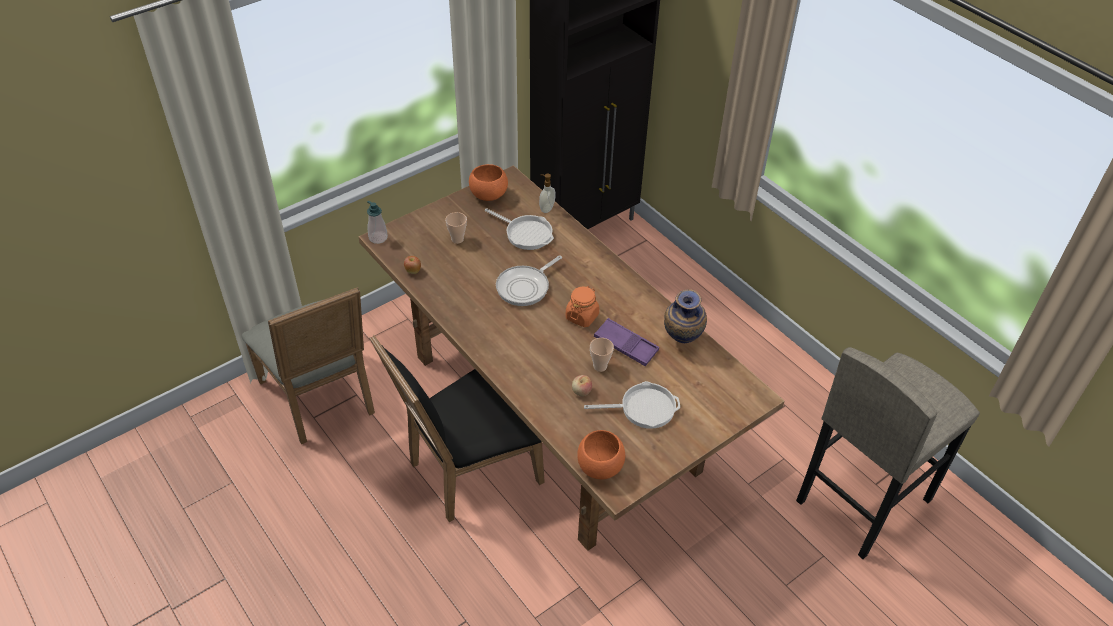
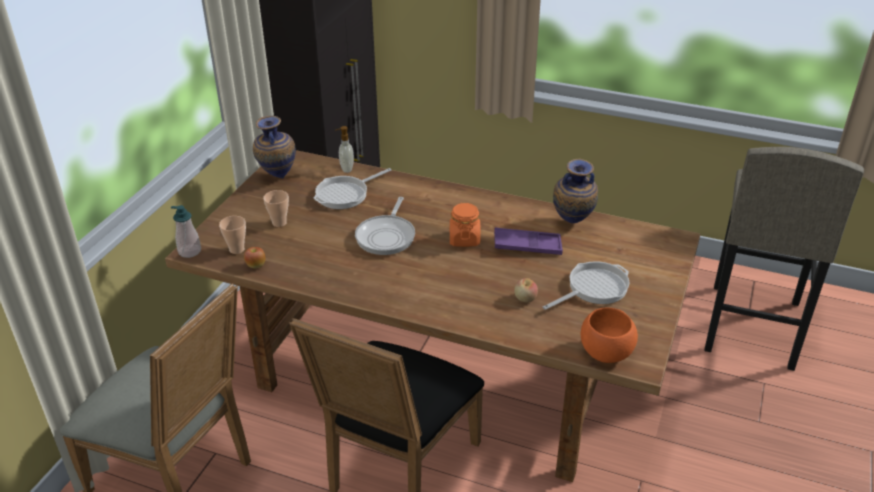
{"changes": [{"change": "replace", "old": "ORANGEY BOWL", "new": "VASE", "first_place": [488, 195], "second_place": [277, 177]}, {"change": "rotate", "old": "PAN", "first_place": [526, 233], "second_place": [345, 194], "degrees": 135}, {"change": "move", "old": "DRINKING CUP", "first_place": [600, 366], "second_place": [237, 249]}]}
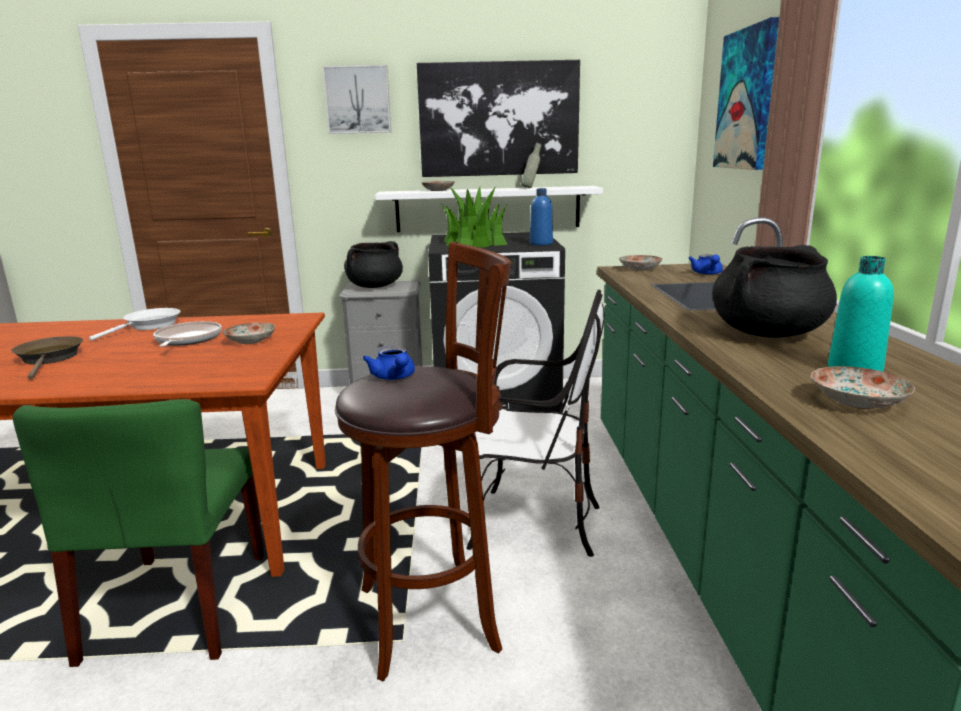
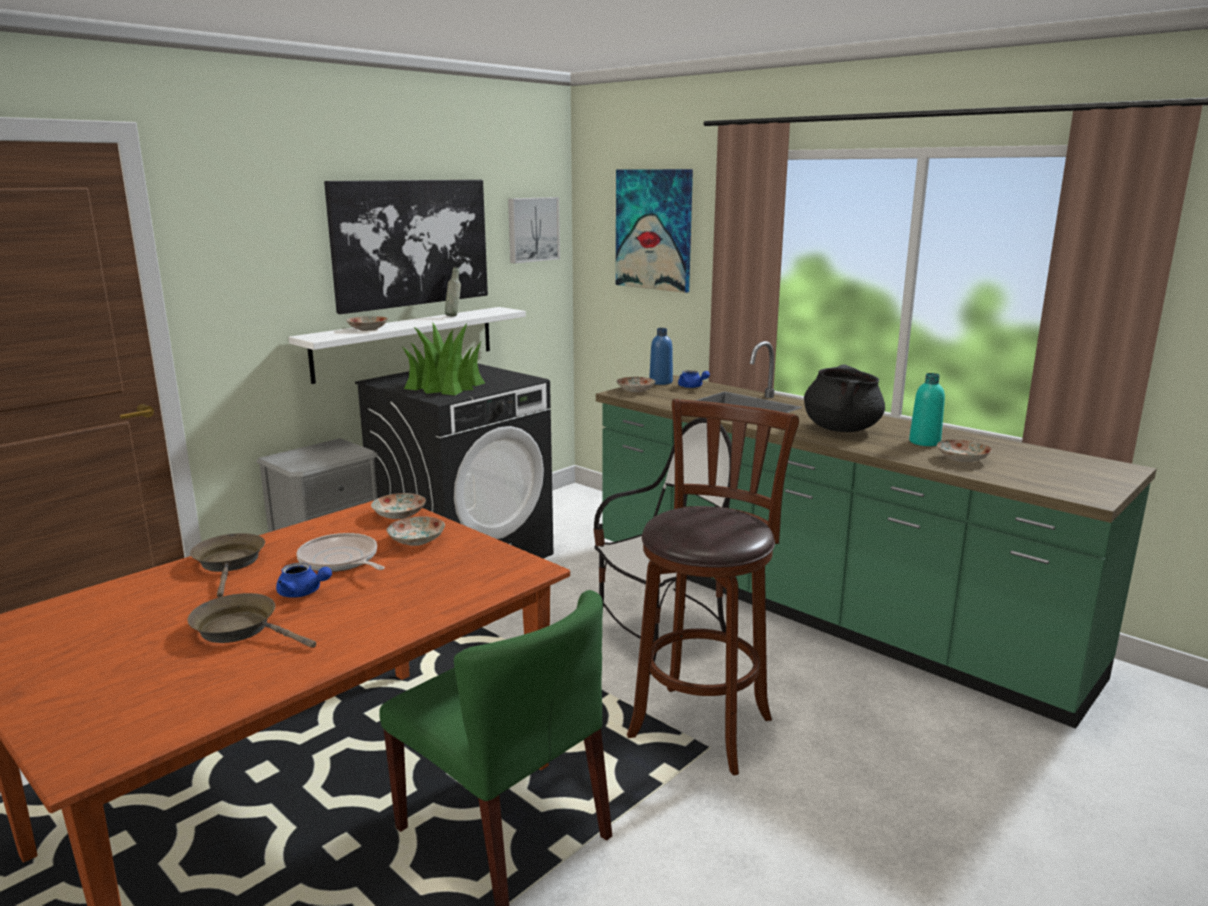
{"changes": [{"change": "move", "old": "PICTURE", "first_place": [358, 100], "second_place": [532, 229]}, {"change": "move", "old": "BLUISH DRINK BOTTLE", "first_place": [541, 244], "second_place": [660, 382]}, {"change": "delete", "old": "BLACK STOCKPOT", "first_place": [375, 286]}, {"change": "recolor", "old": "WHITISH PAN", "new": "BROWNISH PAN", "first_place": [149, 326], "second_place": [230, 563]}, {"change": "move", "old": "BLUISH POT FOR TEA", "first_place": [394, 377], "second_place": [303, 593]}, {"change": "insert", "new": "DINNER PLATE", "second_place": [399, 515]}]}
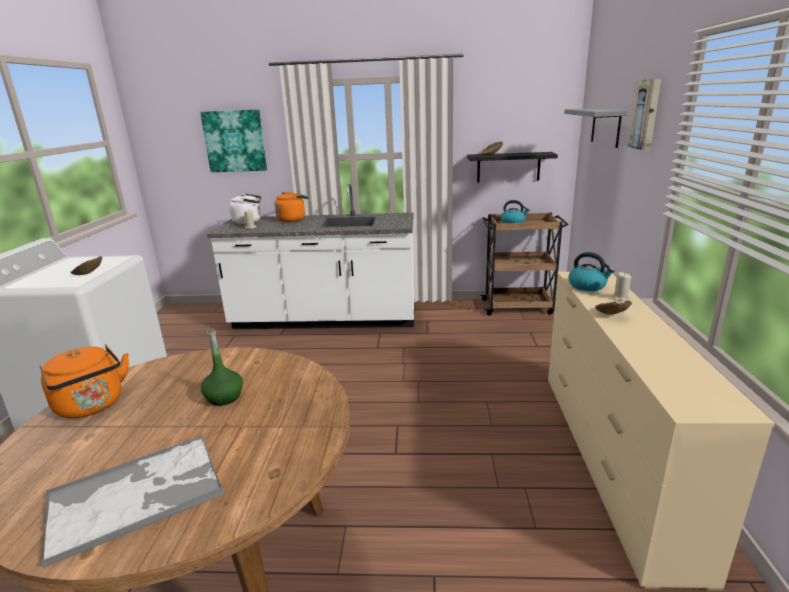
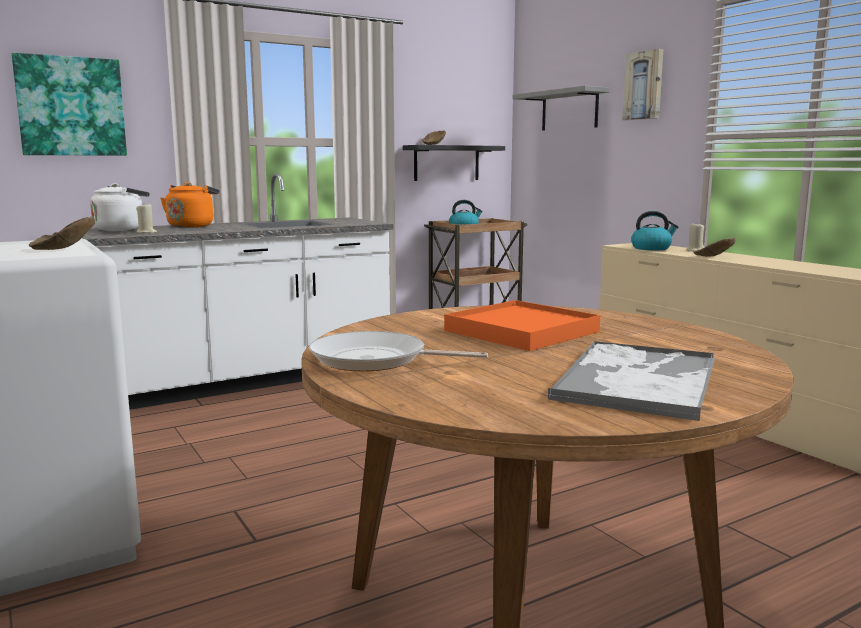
{"changes": [{"change": "replace", "old": "GREEN DRINK BOTTLE", "new": "ORANGEY CARRYING TRAY", "first_place": [224, 397], "second_place": [521, 331]}, {"change": "replace", "old": "ORANGEY WATER KETTLE", "new": "PAN", "first_place": [92, 406], "second_place": [375, 360]}]}
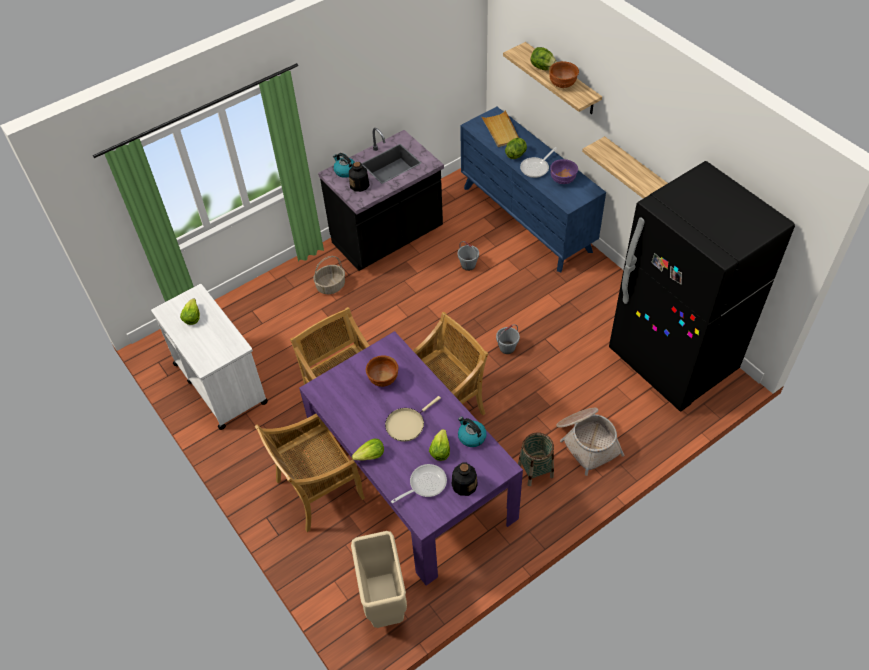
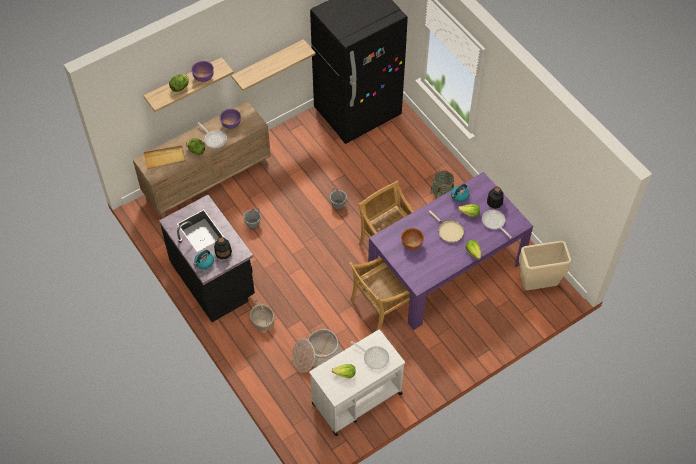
{"changes": [{"change": "recolor", "old": "BROWNISH BOWL", "new": "PURPLE BOWL", "first_place": [562, 85], "second_place": [204, 77]}, {"change": "recolor", "old": "BLUISH CHEST OF DRAWERS", "new": "BROWNISH CHEST OF DRAWERS", "first_place": [527, 219], "second_place": [208, 182]}, {"change": "move", "old": "HOUSEHOLD BASKET", "first_place": [587, 442], "second_place": [317, 355]}, {"change": "delete", "old": "SAND-COLOURED CHAIR", "first_place": [318, 490]}, {"change": "insert", "new": "PAN", "second_place": [374, 357]}]}
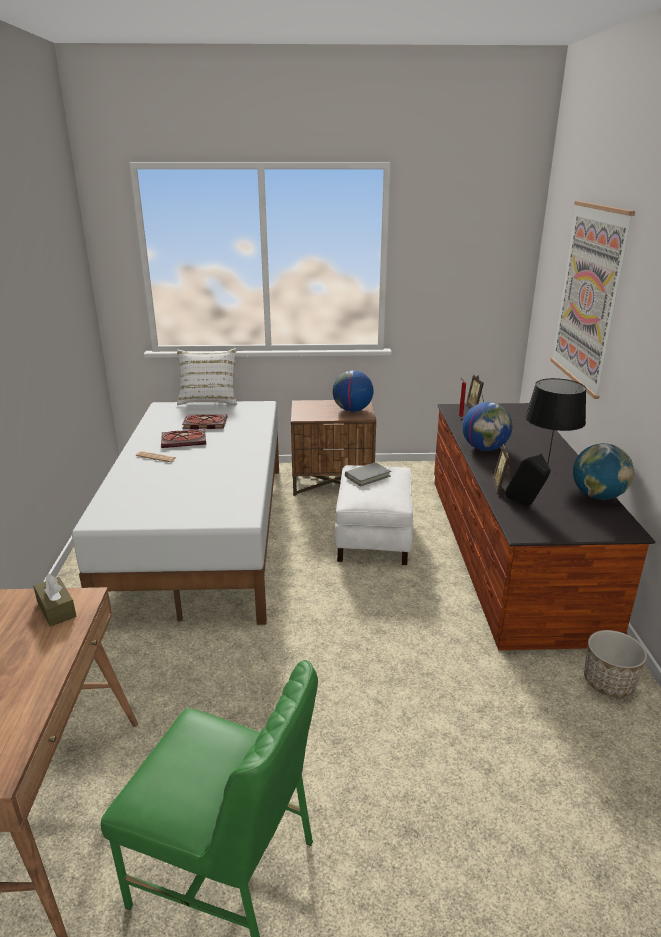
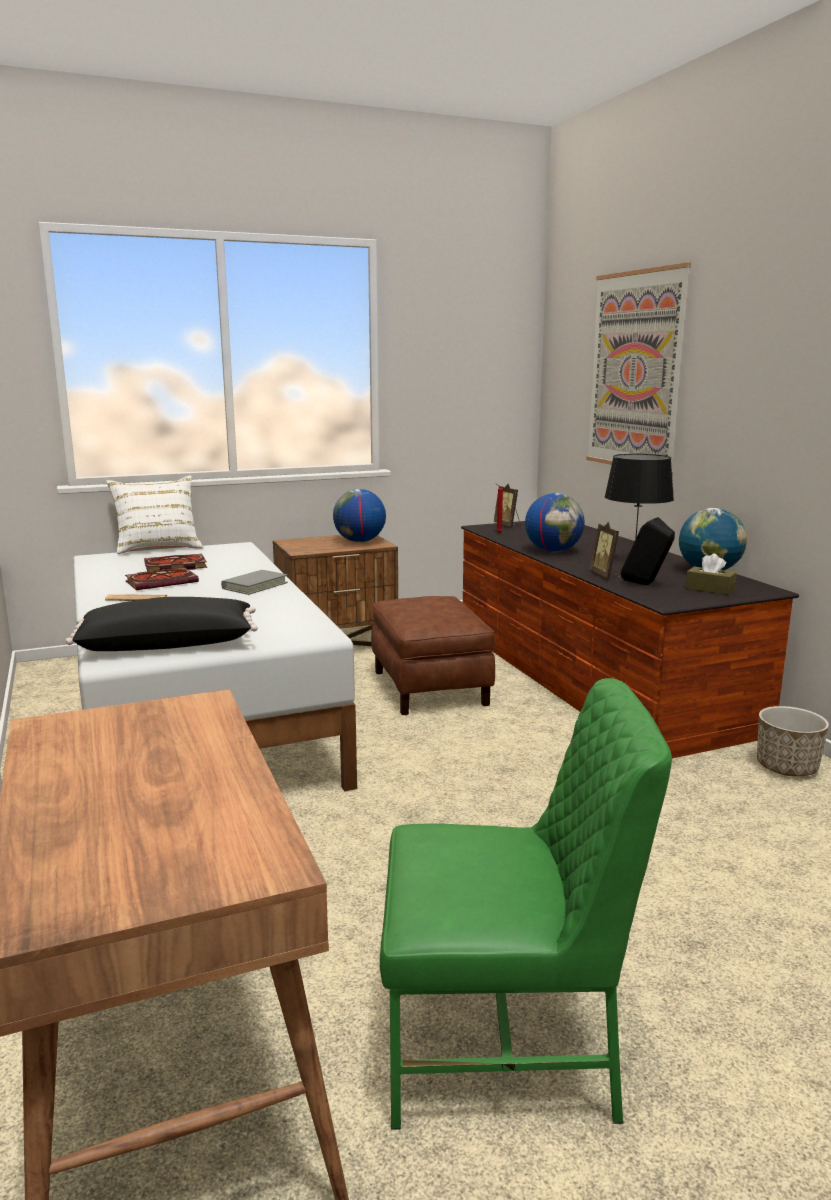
{"changes": [{"change": "move", "old": "GRAY BOUND BOOK", "first_place": [367, 476], "second_place": [255, 585]}, {"change": "recolor", "old": "WHITISH FOOTREST", "new": "BROWNISH FOOTREST", "first_place": [374, 538], "second_place": [430, 688]}, {"change": "move", "old": "BROWNISH TISSUE BOX", "first_place": [56, 609], "second_place": [709, 589]}, {"change": "insert", "new": "BLACK THROW PILLOW", "second_place": [168, 644]}]}
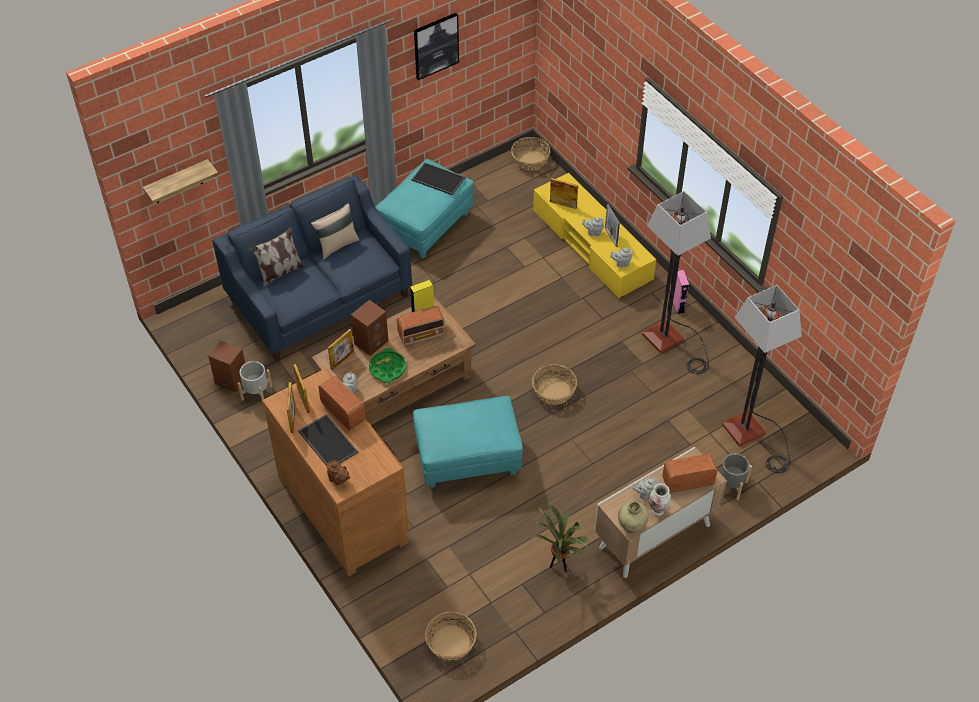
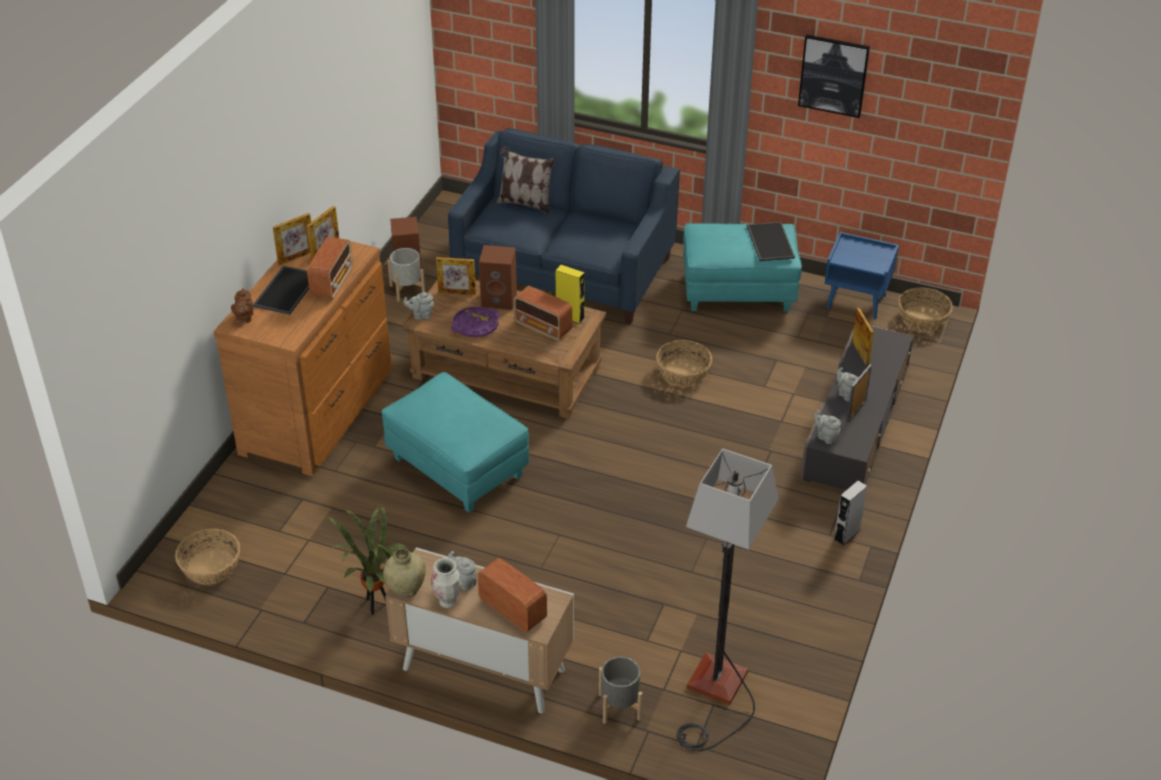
{"changes": [{"change": "delete", "old": "BRACKET SHELF", "first_place": [177, 182]}, {"change": "recolor", "old": "YELLOW TV UNIT", "new": "GRAY TV UNIT", "first_place": [592, 245], "second_place": [855, 422]}, {"change": "delete", "old": "STANDING LAMP", "first_place": [672, 342]}, {"change": "delete", "old": "SAND-COLOURED THROW PILLOW", "first_place": [337, 245]}, {"change": "recolor", "old": "PINK SPEAKER", "new": "GRAY SPEAKER", "first_place": [678, 306], "second_place": [846, 534]}, {"change": "recolor", "old": "GREEN CARRYING TRAY", "new": "PURPLE CARRYING TRAY", "first_place": [387, 368], "second_place": [475, 326]}, {"change": "move", "old": "HOUSEHOLD BASKET", "first_place": [554, 391], "second_place": [683, 373]}, {"change": "insert", "new": "BLUISH NIGHT TABLE", "second_place": [857, 301]}]}
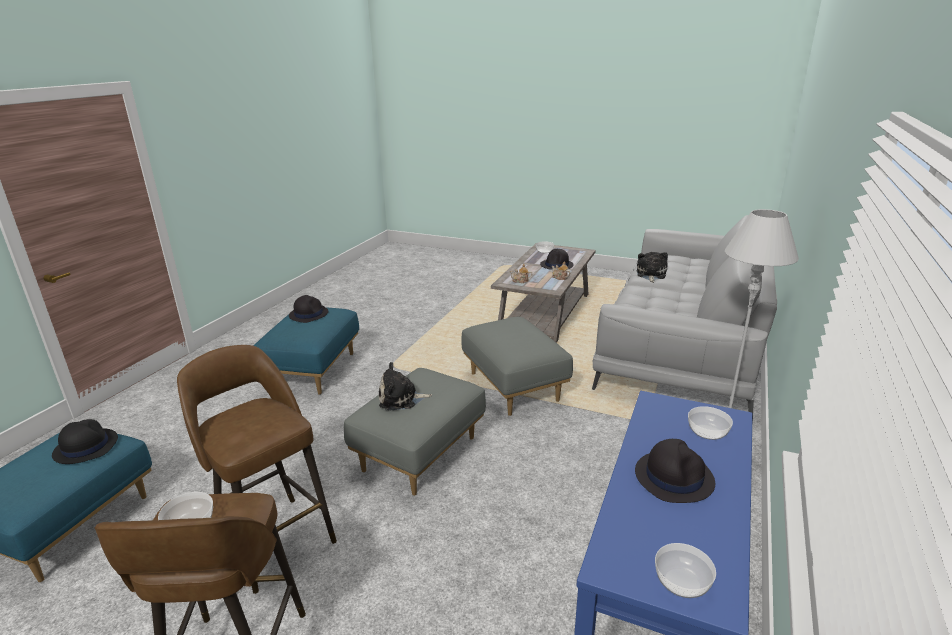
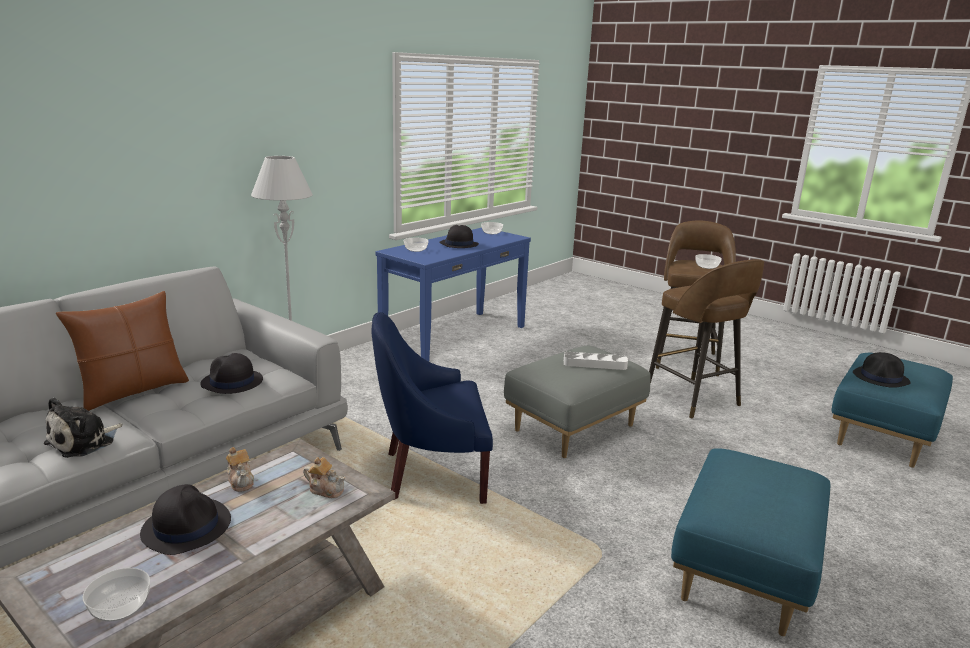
{"changes": [{"change": "move", "old": "BLACK CLOTHING HAT", "first_place": [308, 314], "second_place": [232, 382]}, {"change": "replace", "old": "GRAY FOOTREST", "new": "BLUISH ARMCHAIR", "first_place": [515, 387], "second_place": [432, 474]}, {"change": "replace", "old": "SOFT TOY", "new": "WHITISH CARRYING TRAY", "first_place": [401, 399], "second_place": [595, 364]}, {"change": "insert", "new": "BROWNISH THROW PILLOW", "second_place": [133, 391]}]}
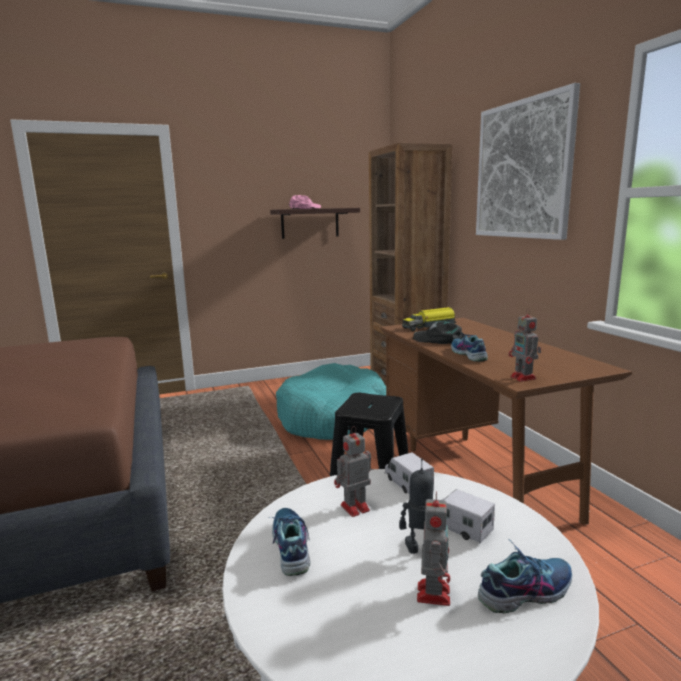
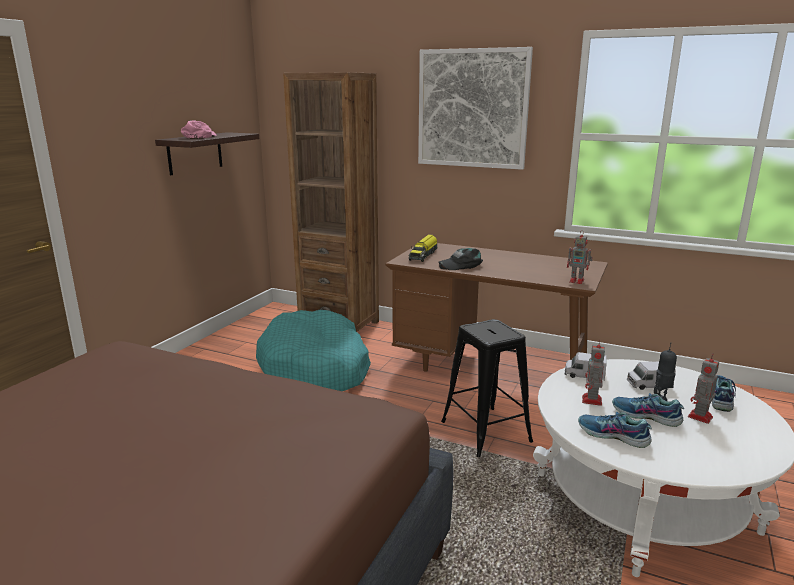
{"changes": [{"change": "move", "old": "SHOE", "first_place": [468, 354], "second_place": [645, 416]}, {"change": "rotate", "old": "TOY ROBOT", "first_place": [433, 592], "second_place": [699, 417], "degrees": -105}]}
